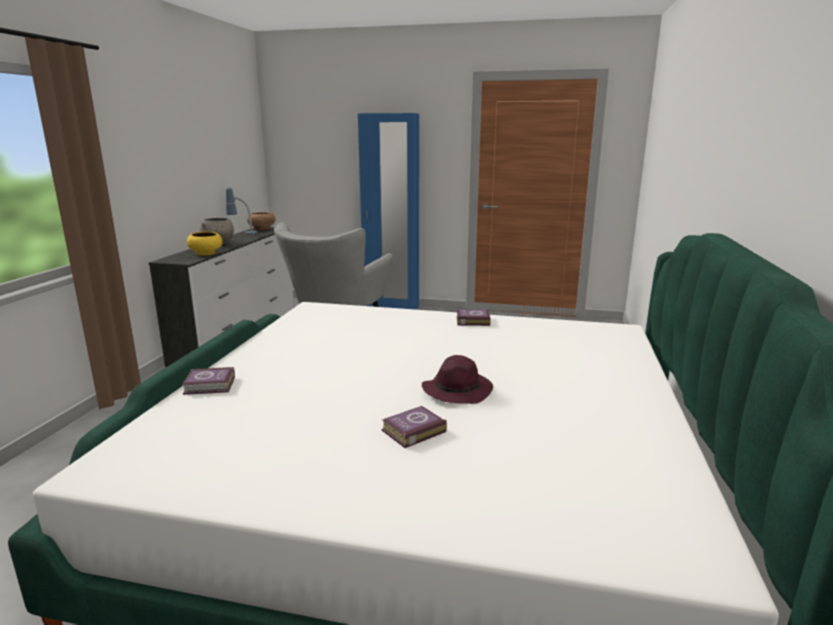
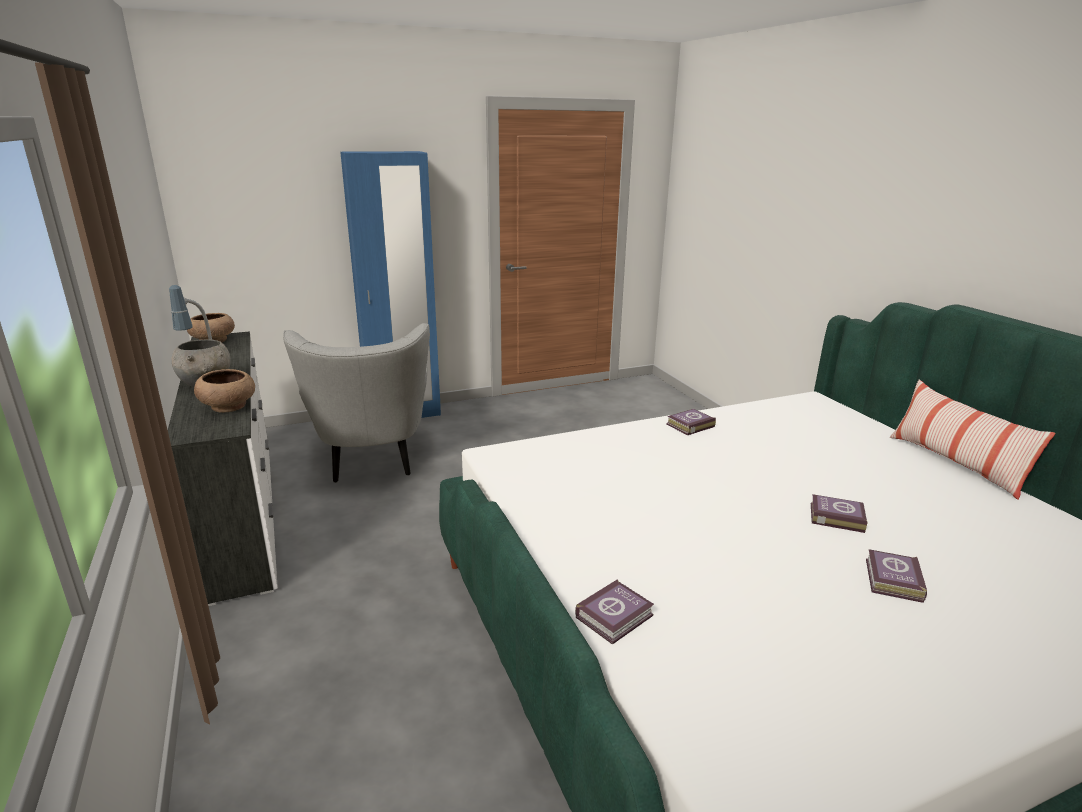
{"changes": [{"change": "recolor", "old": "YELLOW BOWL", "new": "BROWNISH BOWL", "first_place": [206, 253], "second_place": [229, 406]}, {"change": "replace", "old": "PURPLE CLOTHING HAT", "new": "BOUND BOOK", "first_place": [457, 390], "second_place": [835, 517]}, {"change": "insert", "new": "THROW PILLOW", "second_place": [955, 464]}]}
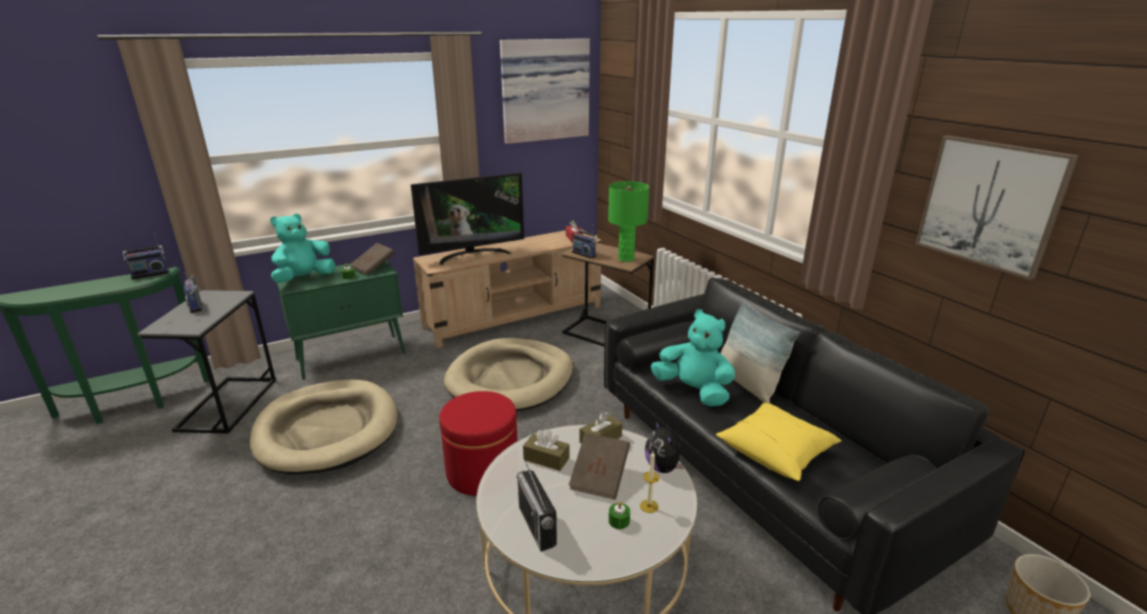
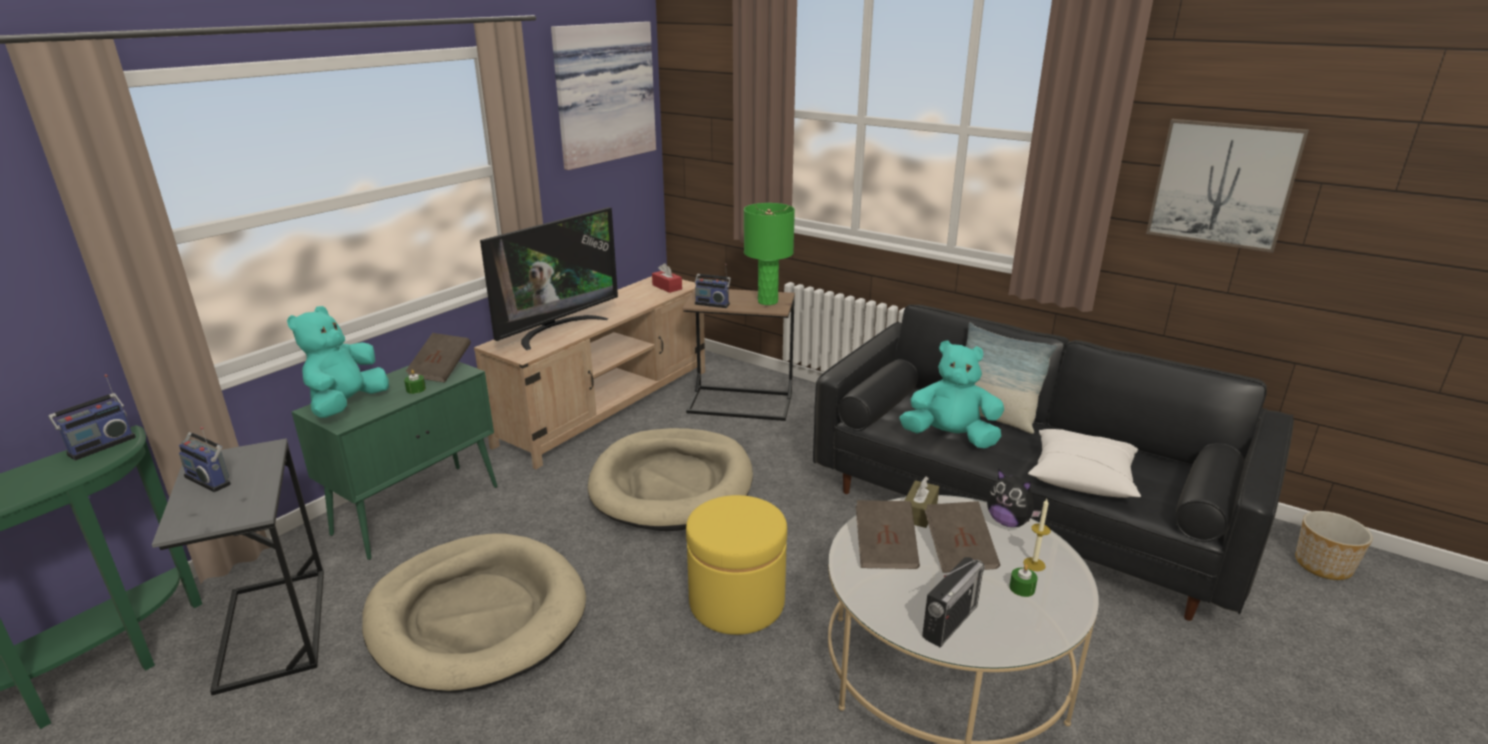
{"changes": [{"change": "recolor", "old": "REDDISH FOOTREST", "new": "YELLOW FOOTREST", "first_place": [482, 471], "second_place": [737, 602]}, {"change": "recolor", "old": "YELLOW THROW PILLOW", "new": "WHITISH THROW PILLOW", "first_place": [776, 451], "second_place": [1082, 477]}, {"change": "replace", "old": "BROWNISH TISSUE BOX", "new": "BROWNISH BOUND BOOK", "first_place": [546, 459], "second_place": [885, 549]}, {"change": "rotate", "old": "RADIO", "first_place": [537, 526], "second_place": [950, 621], "degrees": -90}]}
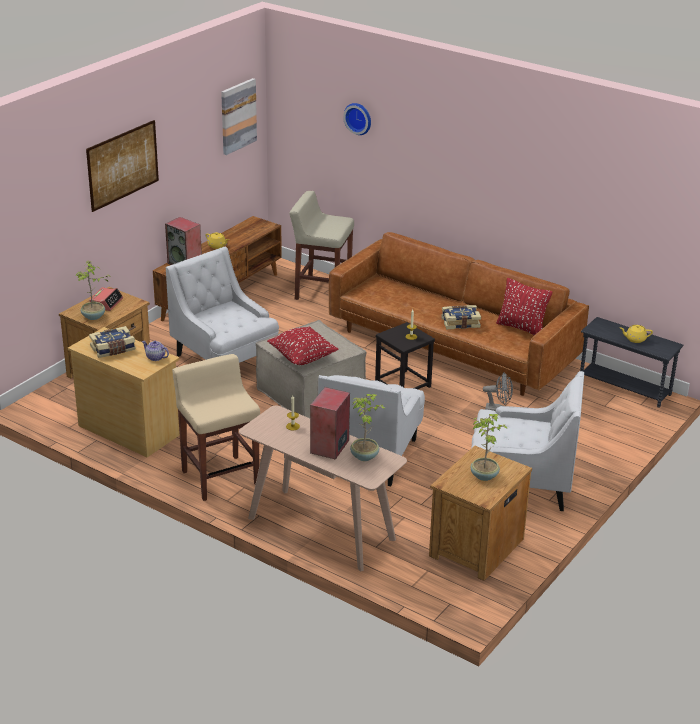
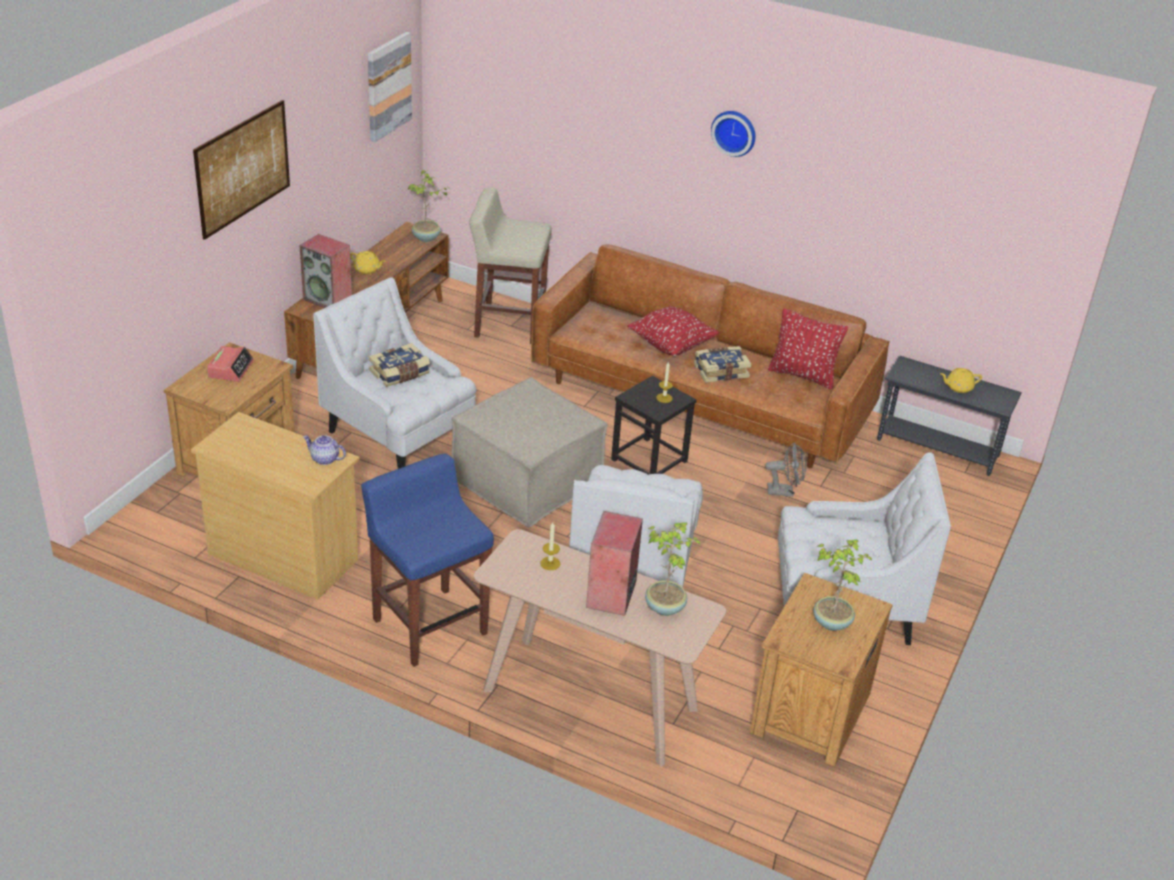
{"changes": [{"change": "move", "old": "WALL CLOCK", "first_place": [359, 118], "second_place": [734, 132]}, {"change": "move", "old": "PLANT IN A POT", "first_place": [93, 317], "second_place": [426, 238]}, {"change": "move", "old": "BOUND BOOK", "first_place": [113, 349], "second_place": [400, 374]}, {"change": "move", "old": "REDDISH THROW PILLOW", "first_place": [302, 358], "second_place": [671, 345]}, {"change": "recolor", "old": "SAND-COLOURED SITTING STOOL", "new": "BLUISH SITTING STOOL", "first_place": [220, 477], "second_place": [429, 625]}]}
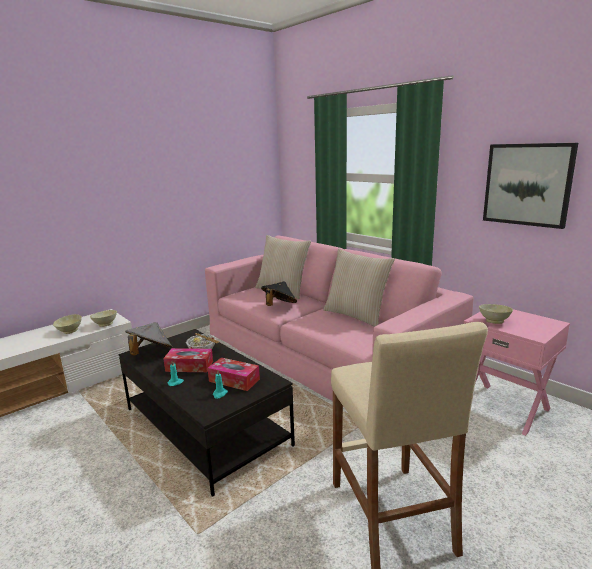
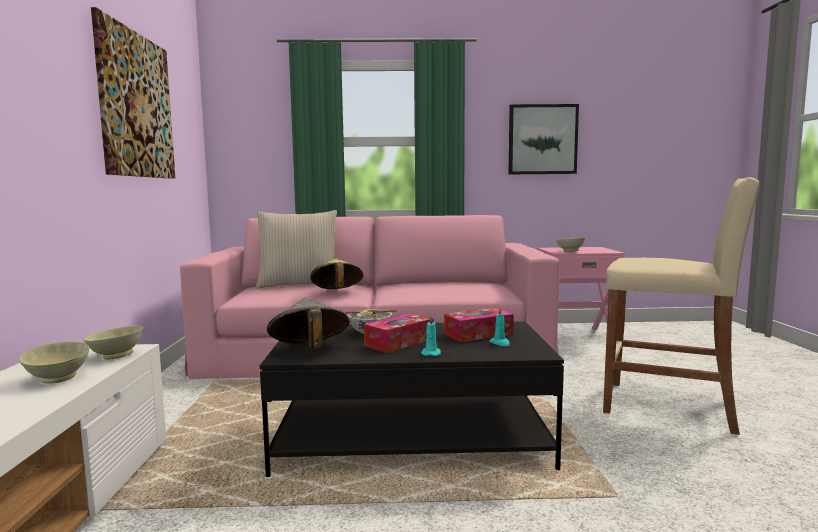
{"changes": [{"change": "delete", "old": "SAND-COLOURED THROW PILLOW", "first_place": [356, 315]}, {"change": "recolor", "old": "BLACK CLOTHING HAT", "new": "SAND-COLOURED CLOTHING HAT", "first_place": [279, 306], "second_place": [337, 292]}, {"change": "insert", "new": "PICTURE", "second_place": [136, 105]}]}
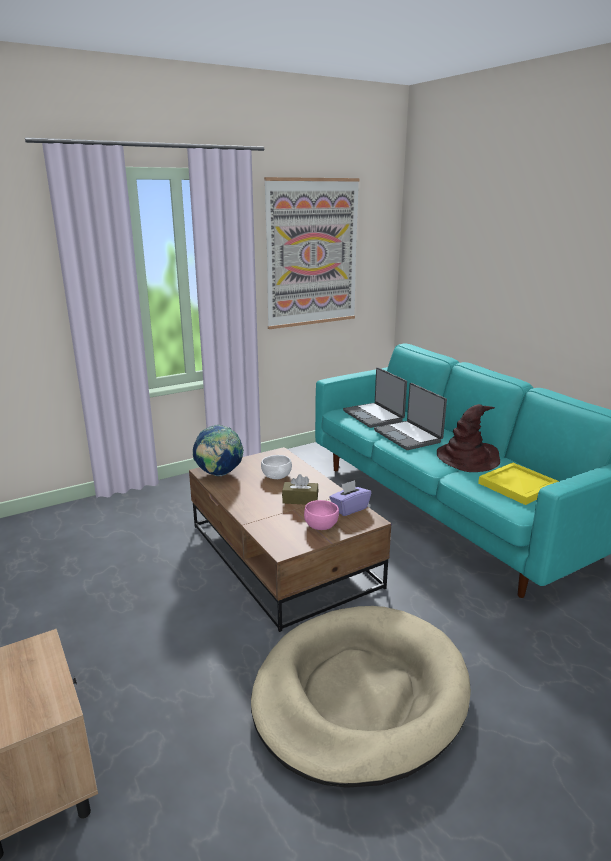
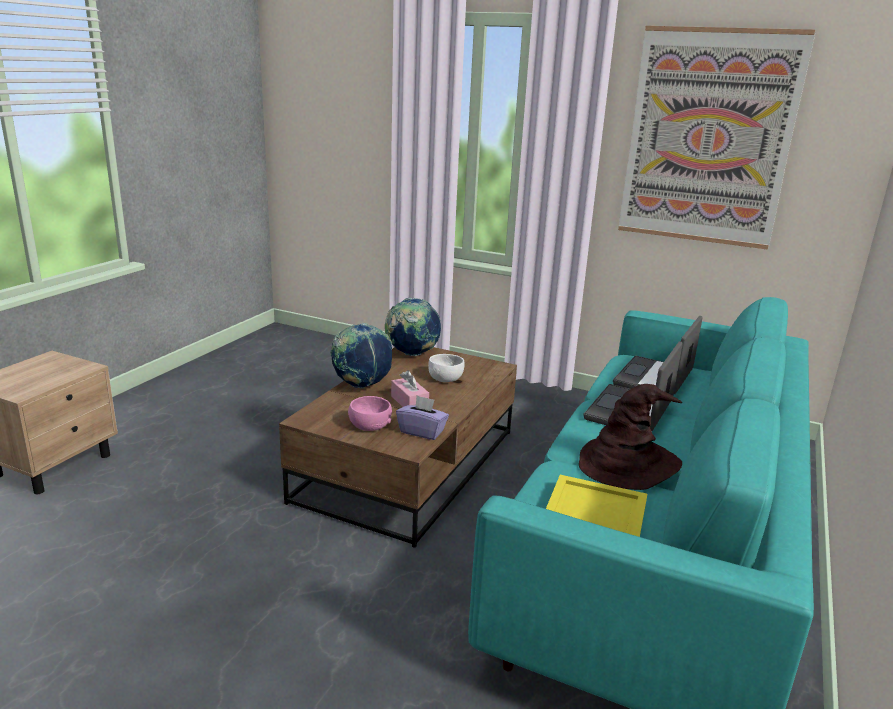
{"changes": [{"change": "recolor", "old": "BROWNISH TISSUE BOX", "new": "PINK TISSUE BOX", "first_place": [300, 499], "second_place": [409, 402]}, {"change": "delete", "old": "SAND-COLOURED PET BED", "first_place": [360, 695]}, {"change": "insert", "new": "GLOBE", "second_place": [361, 385]}]}
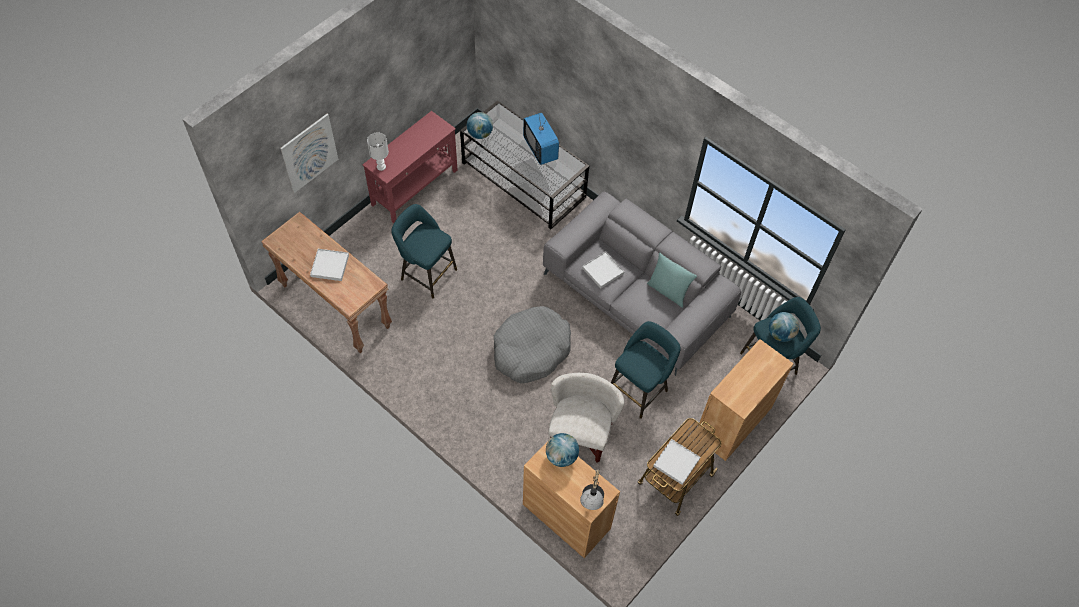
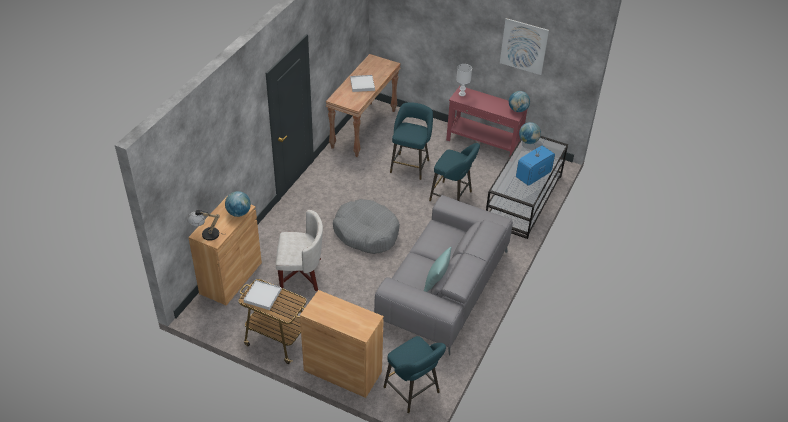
{"changes": [{"change": "move", "old": "PICTURE", "first_place": [309, 153], "second_place": [524, 46]}, {"change": "delete", "old": "WHITISH CARRYING TRAY", "first_place": [602, 271]}, {"change": "move", "old": "GLOBE", "first_place": [780, 334], "second_place": [517, 110]}, {"change": "move", "old": "TURQUOISE-COLOURED SITTING STOOL", "first_place": [639, 389], "second_place": [453, 197]}]}
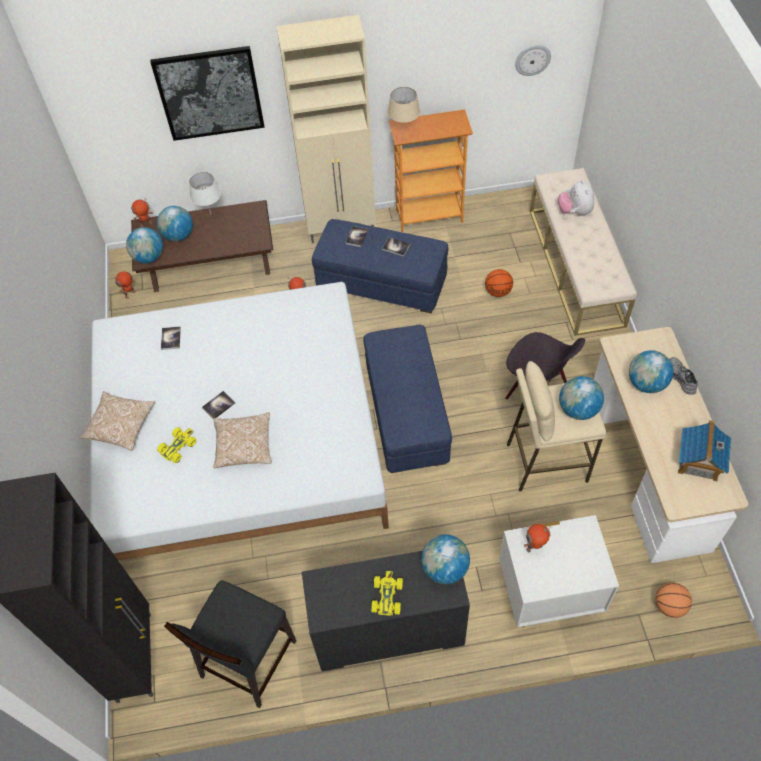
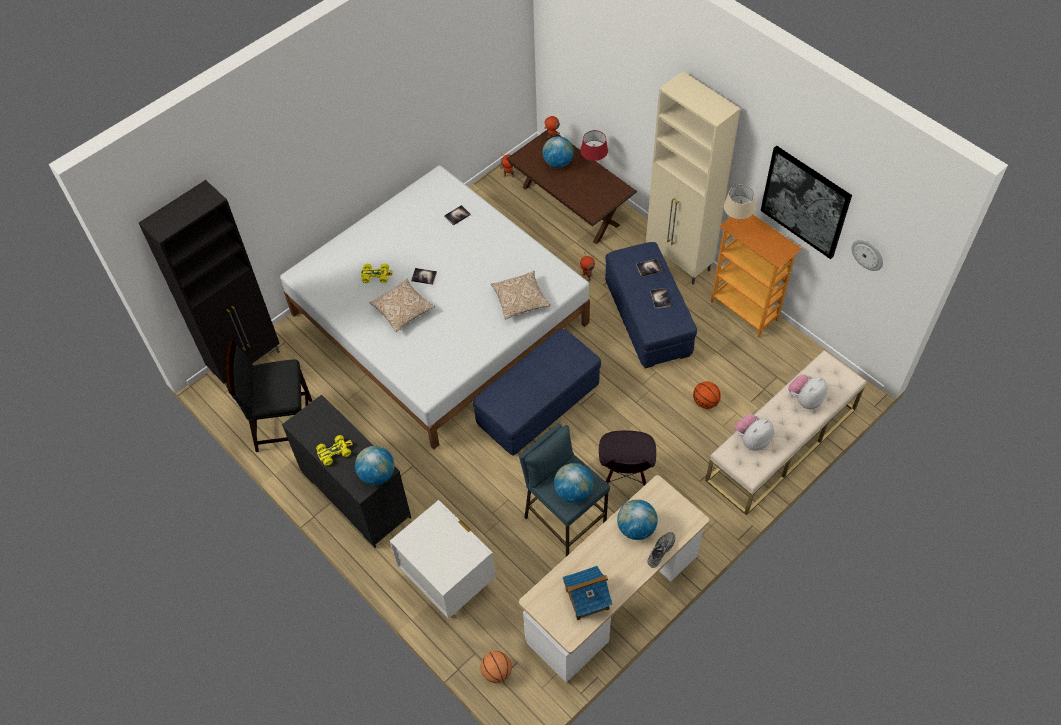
{"changes": [{"change": "move", "old": "PICTURE", "first_place": [209, 93], "second_place": [805, 202]}, {"change": "recolor", "old": "WHITISH TABLETOP LAMP", "new": "REDDISH TABLETOP LAMP", "first_place": [210, 214], "second_place": [593, 168]}, {"change": "delete", "old": "GLOBE", "first_place": [149, 257]}, {"change": "recolor", "old": "SAND-COLOURED SITTING STOOL", "new": "BLUISH SITTING STOOL", "first_place": [546, 462], "second_place": [564, 522]}, {"change": "move", "old": "THROW PILLOW", "first_place": [120, 426], "second_place": [520, 300]}, {"change": "delete", "old": "TOY ROBOT", "first_place": [534, 548]}, {"change": "insert", "new": "SOFT TOY", "second_place": [752, 440]}]}
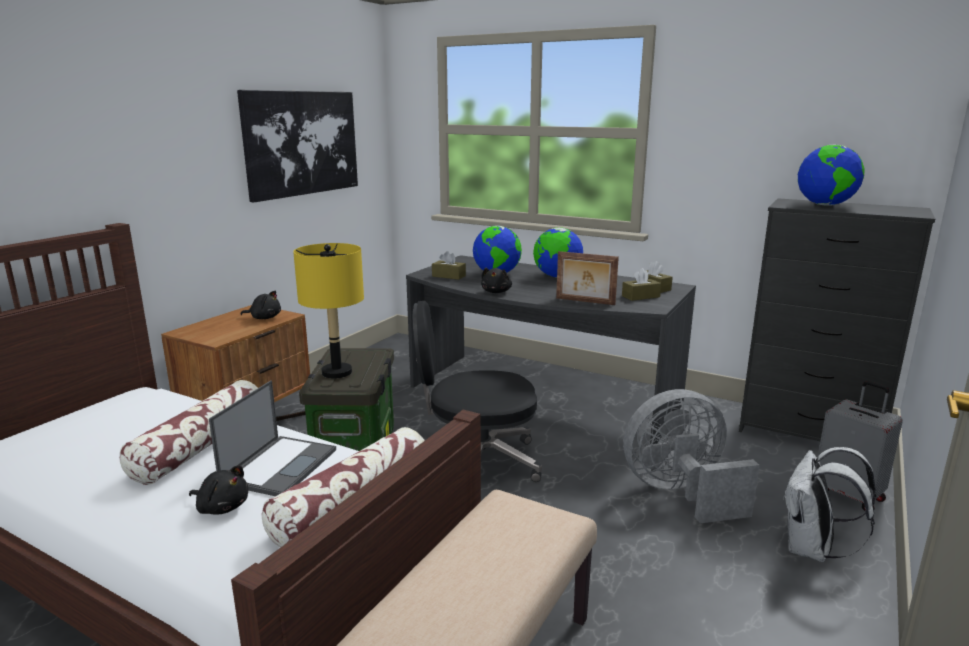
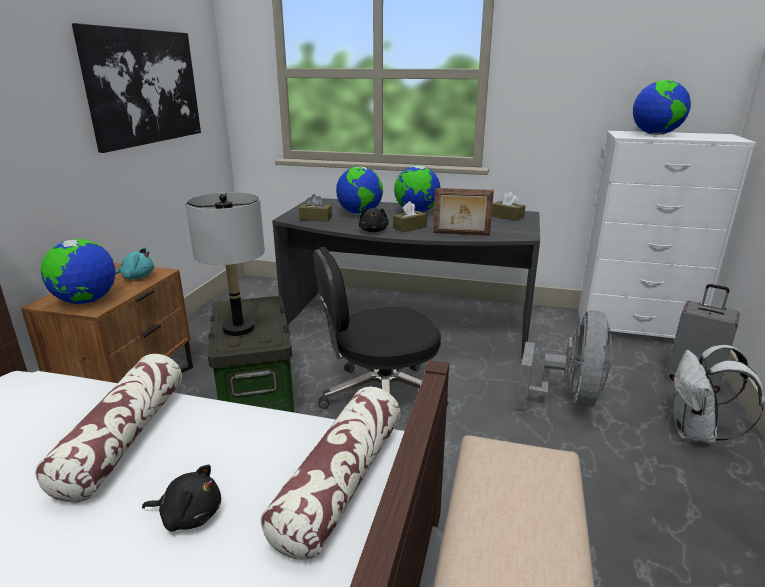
{"changes": [{"change": "recolor", "old": "BLACK CHEST OF DRAWERS", "new": "WHITISH CHEST OF DRAWERS", "first_place": [811, 433], "second_place": [635, 328]}, {"change": "recolor", "old": "YELLOW TABLETOP LAMP", "new": "GRAY TABLETOP LAMP", "first_place": [337, 372], "second_place": [239, 328]}, {"change": "move", "old": "BROWNISH TISSUE BOX", "first_place": [640, 296], "second_place": [409, 227]}, {"change": "recolor", "old": "BLACK SOFT TOY", "new": "TURQUOISE-COLOURED SOFT TOY", "first_place": [264, 318], "second_place": [136, 277]}, {"change": "delete", "old": "PORTABLE COMPUTER", "first_place": [280, 465]}, {"change": "rotate", "old": "GRAY FAN", "first_place": [680, 493], "second_place": [569, 398], "degrees": 135}, {"change": "insert", "new": "GLOBE", "second_place": [86, 301]}]}
